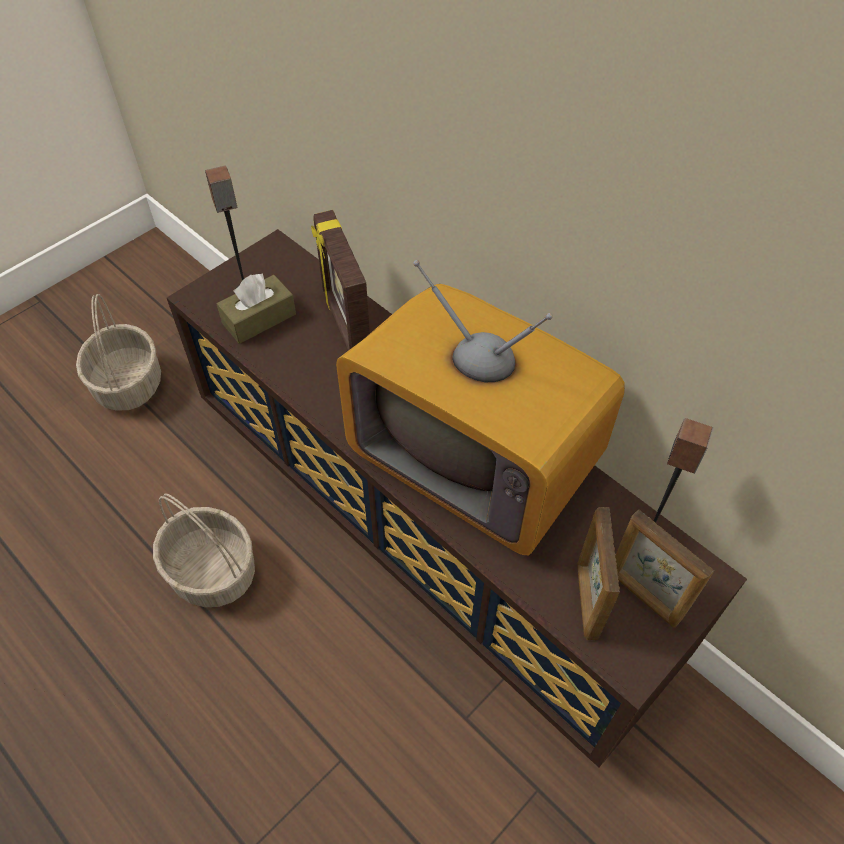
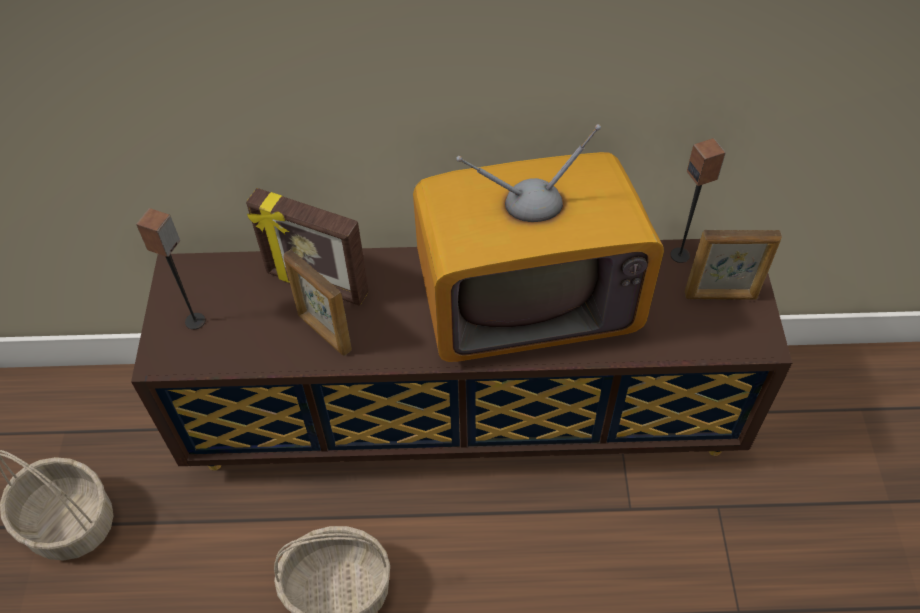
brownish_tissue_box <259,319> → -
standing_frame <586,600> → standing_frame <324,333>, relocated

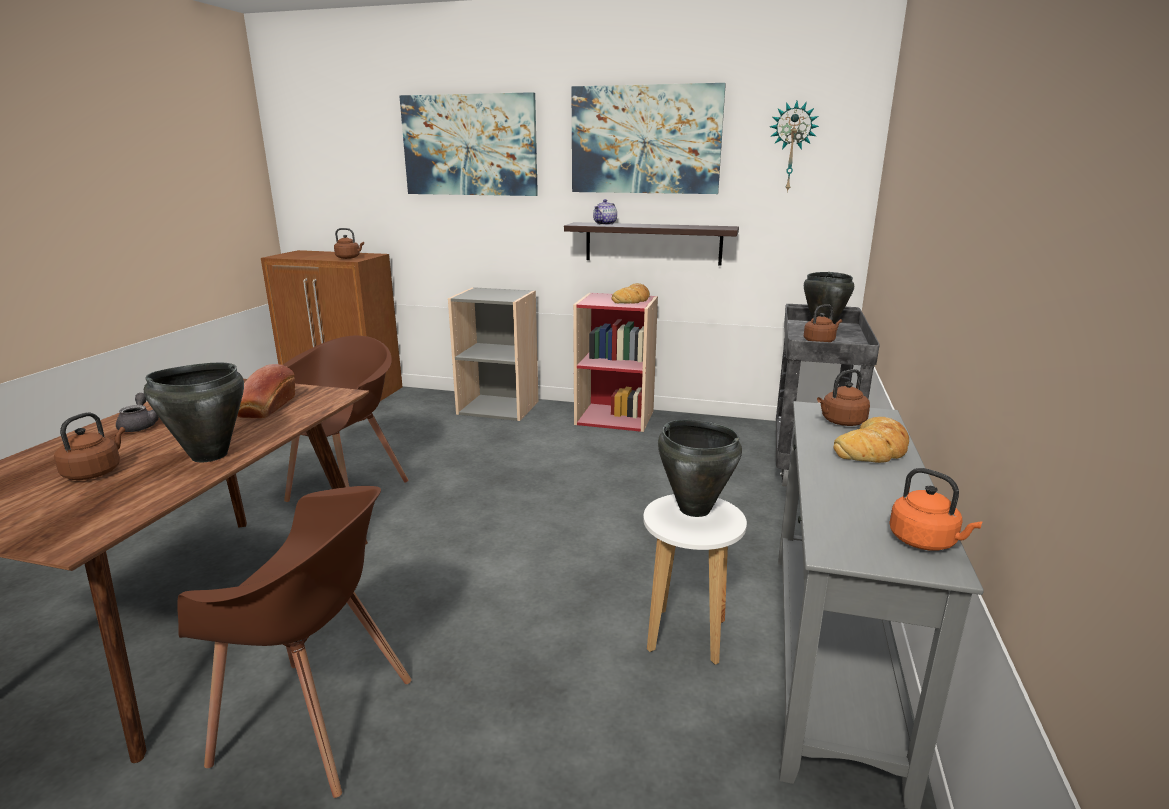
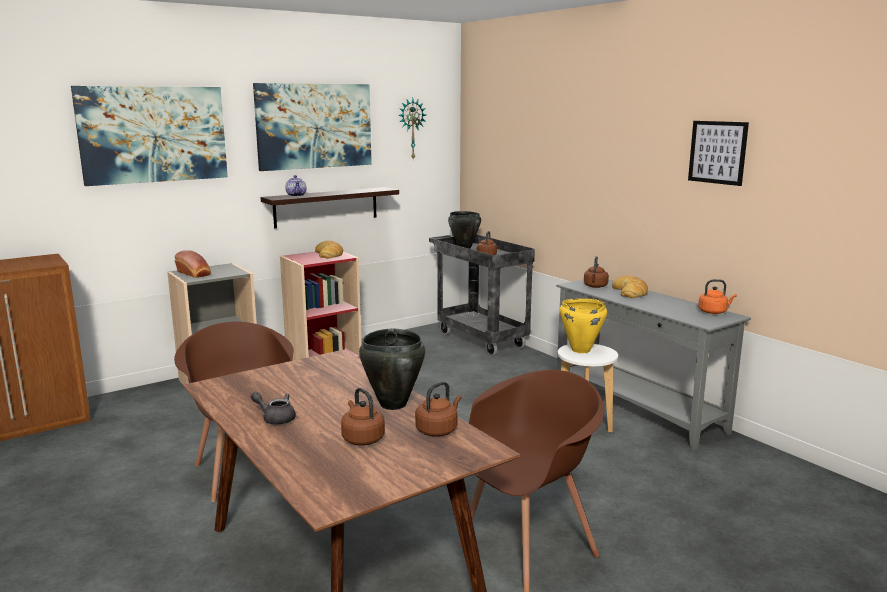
bread <266,408> → bread <194,274>, relocated
brownish_tea_kettle <349,258> → brownish_tea_kettle <438,430>, relocated
black-coloured_cooking_pot <694,508> → yellow_cooking_pot <580,350>
- → picture <717,152>

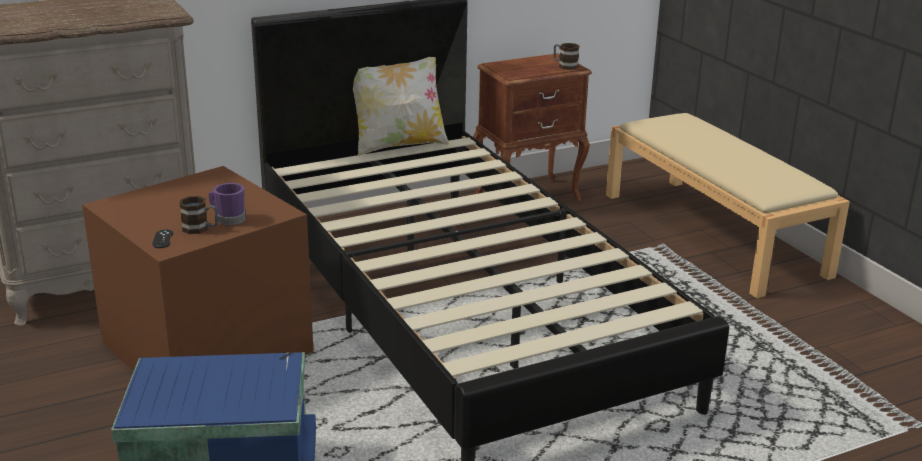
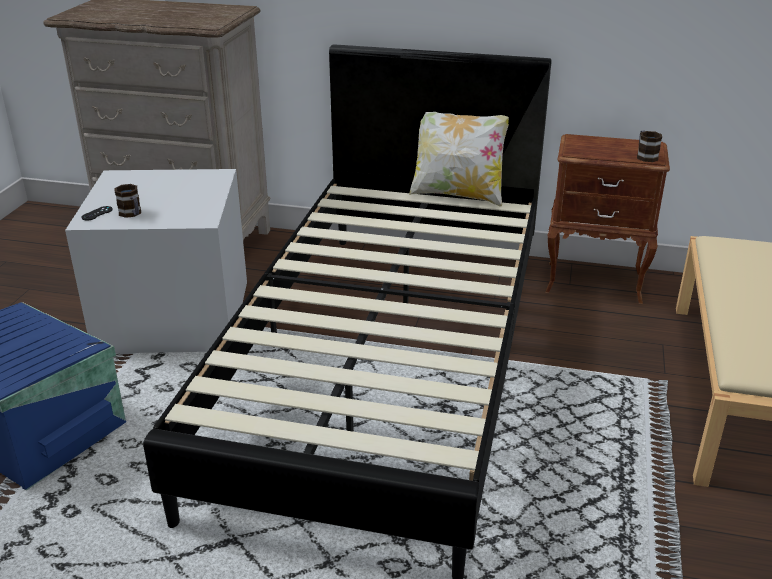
brownish_storage_container <203,347> → greyish_storage_container <172,314>
purplish_tea_mug <228,218> → -

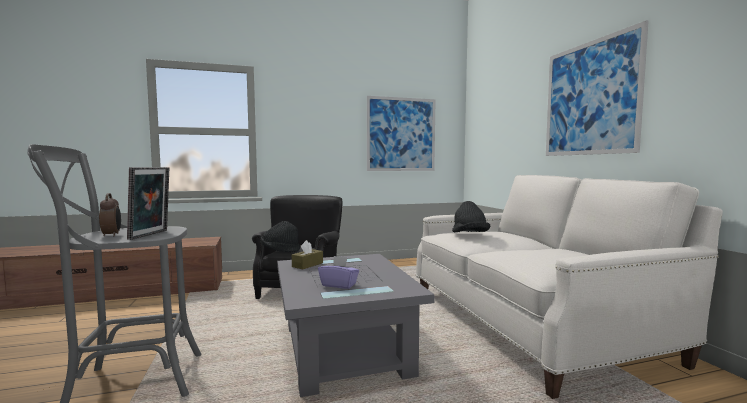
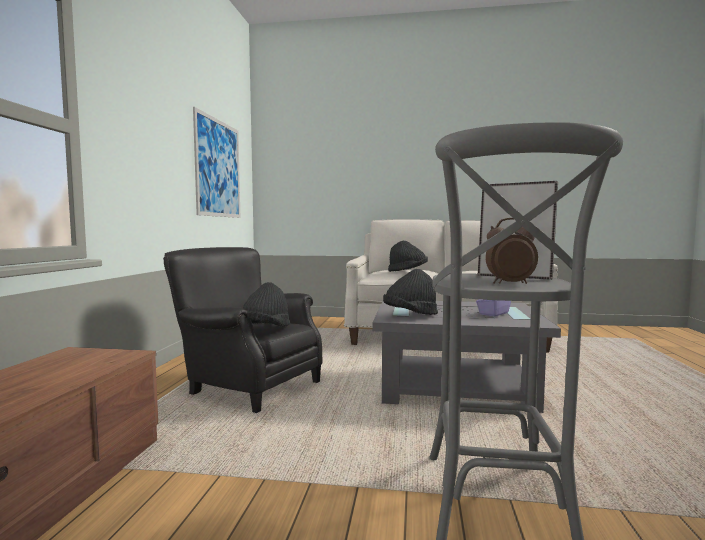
brownish_tissue_box <307,265> → black-coloured_clothing_hat <410,315>
picture <589,98> → -

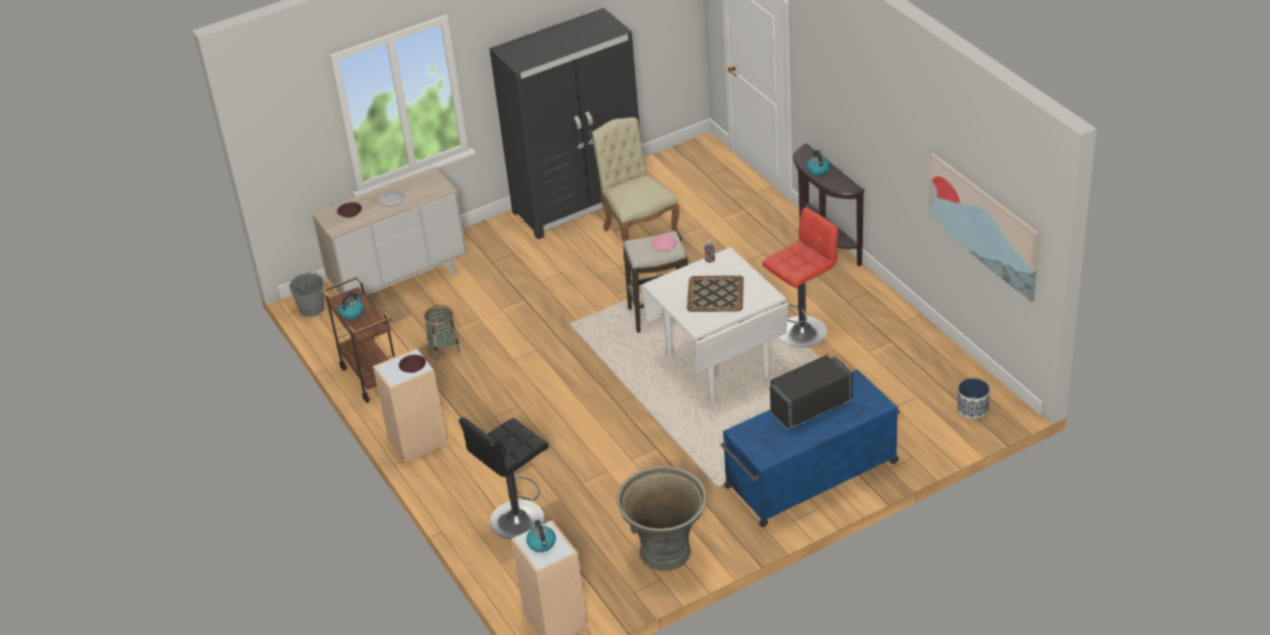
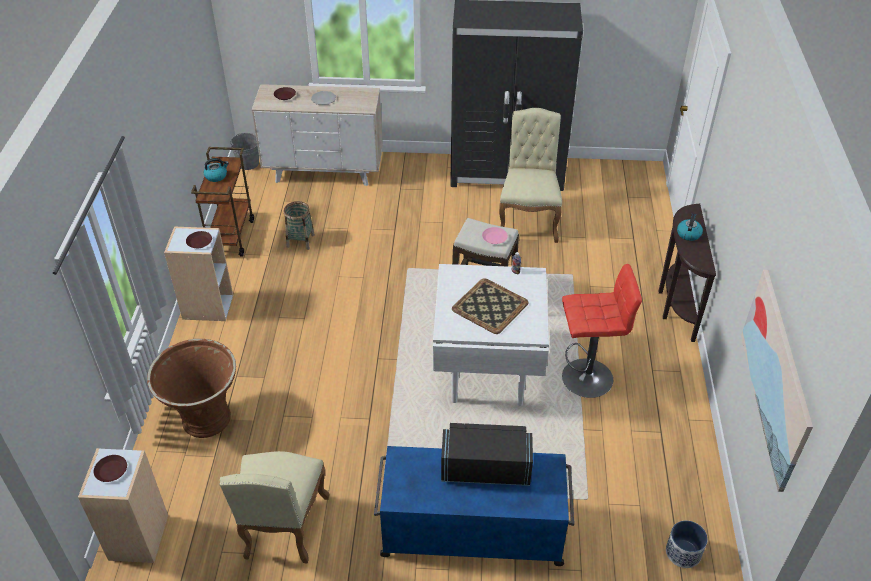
black-coloured_sitting_stool <516,520> → brownish_planter <205,419>
tea_kettle <542,544> → brownish_plate <111,470>
greyish_planter <666,553> → beige-coloured_plain_chair <282,529>

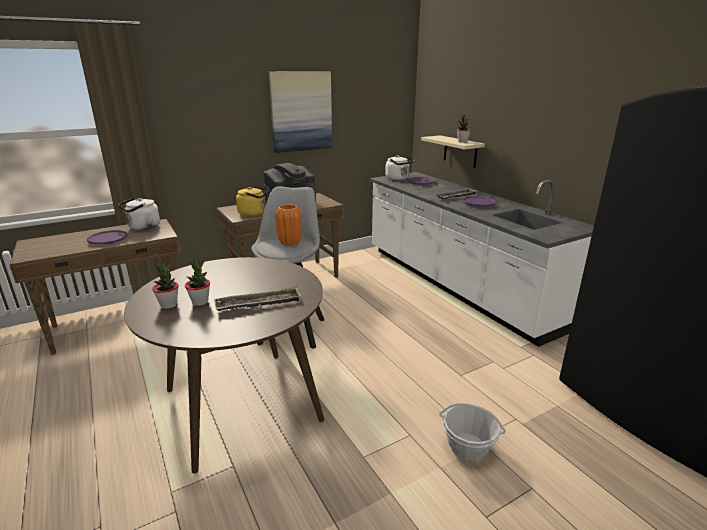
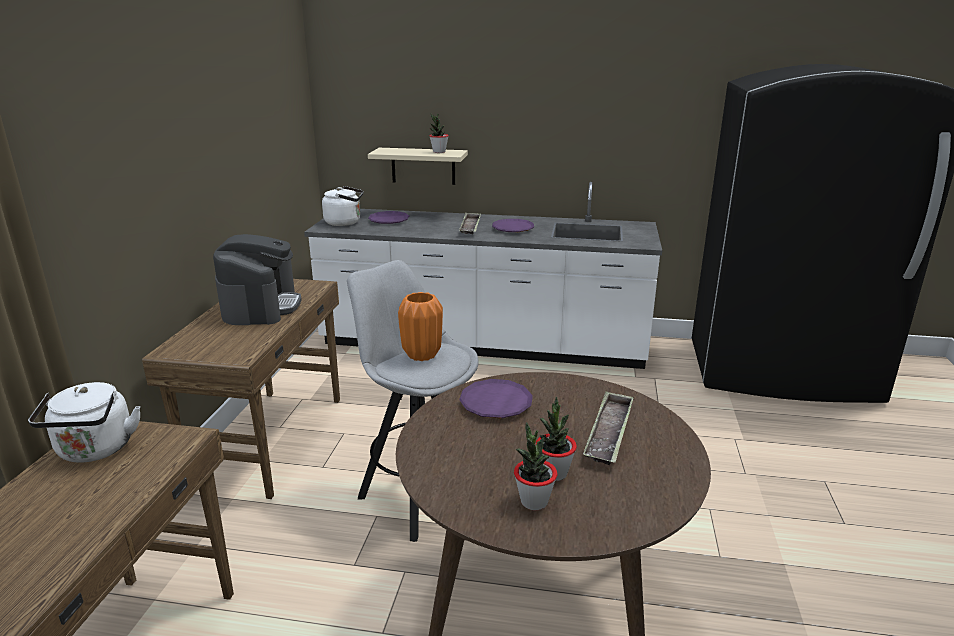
purplish_plate <108,240> → purplish_plate <496,403>, relocated
yellow_tea_kettle <254,213> → -
picture <301,111> → -
storage_basket <468,446> → -

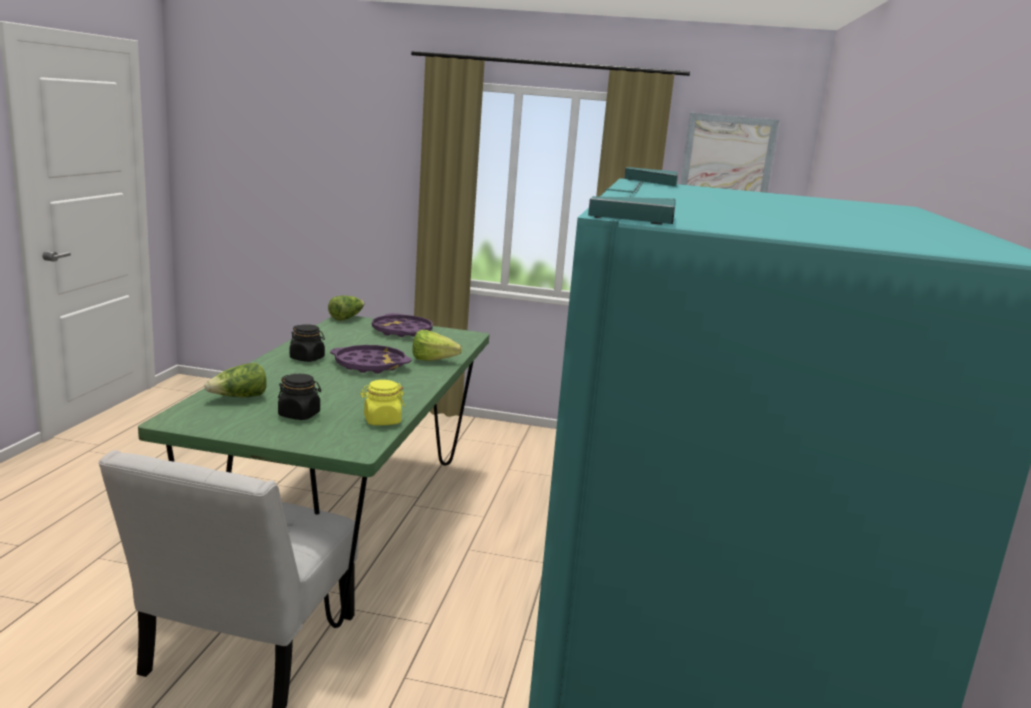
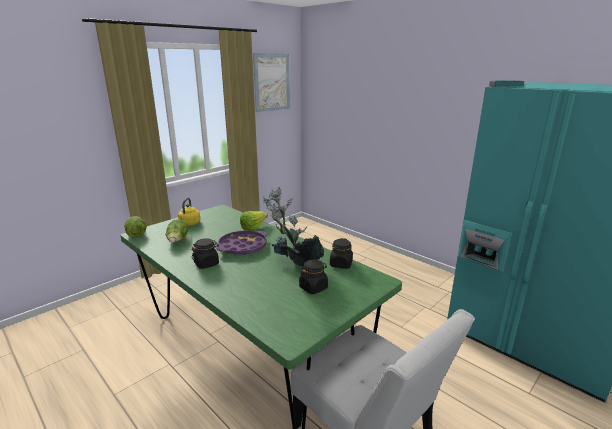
lettuce_head <239,397> → lettuce_head <178,240>, relocated
yellow_preserve_jar <382,421> → black-coloured_preserve_jar <341,264>
purplish_carrying_tray <402,331> → yellow_tea_kettle <189,224>
- → potted_plant <293,267>

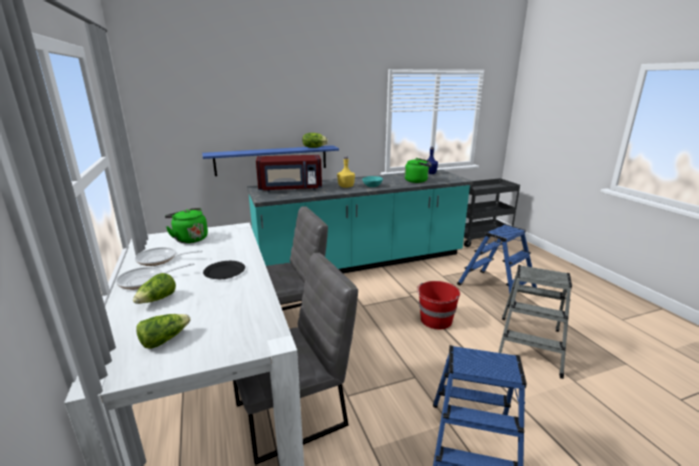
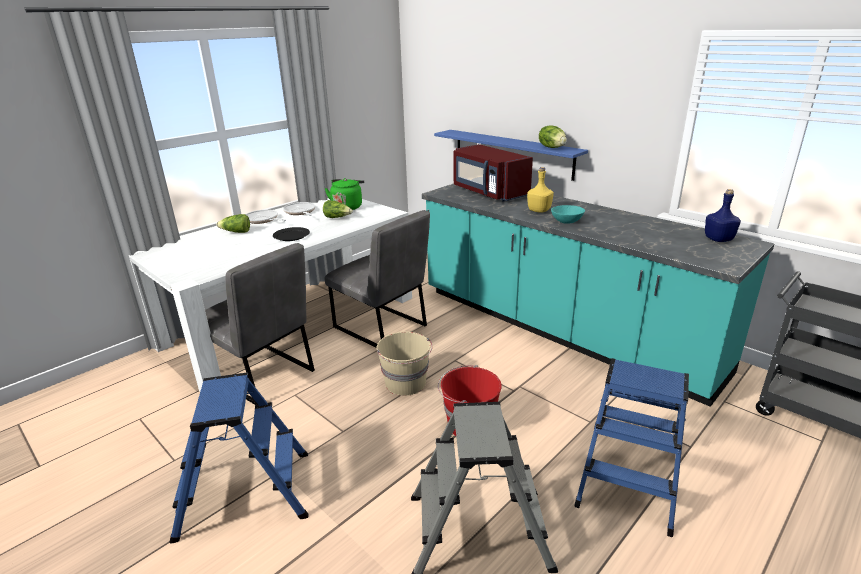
lettuce_head <164,340> → lettuce_head <337,217>, relocated
green-coloured_tea_kettle <417,181> → -
- → beige-coloured_water_bucket <406,383>

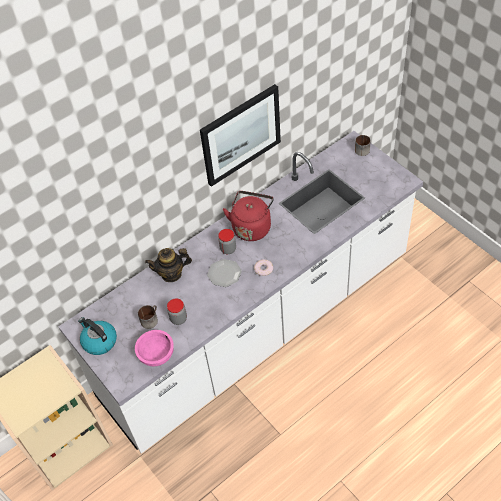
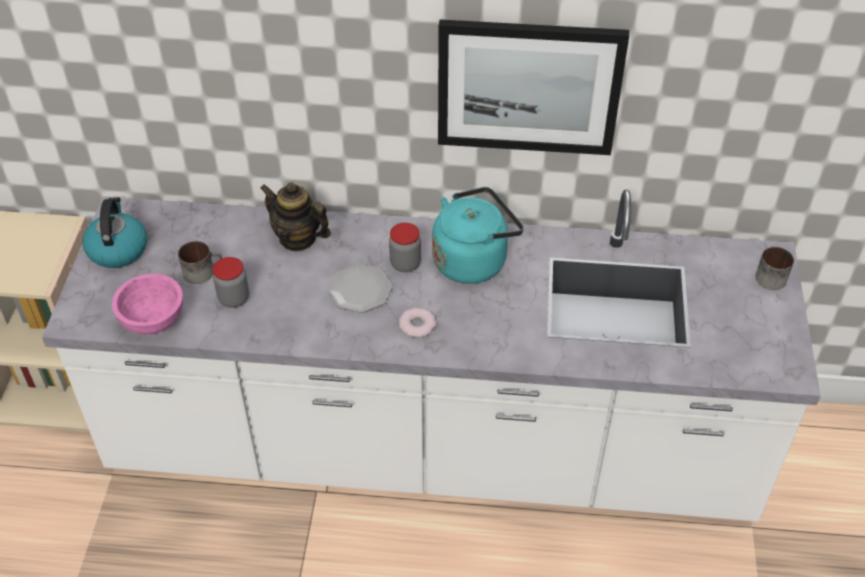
reddish_tea_kettle <252,227> → blue-green_tea_kettle <473,260>

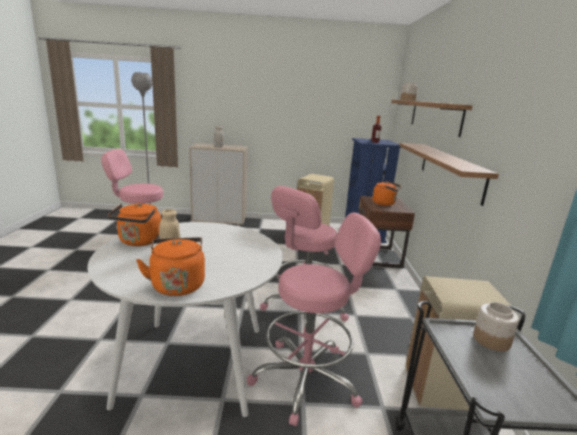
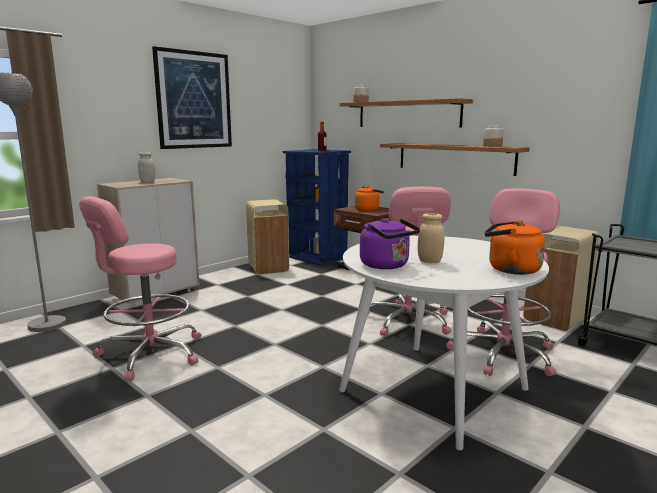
orangey_tea_kettle <140,242> → purplish_tea_kettle <387,265>
preserve_jar <491,340> → preserve_jar <492,146>, relocated
- → picture <194,100>

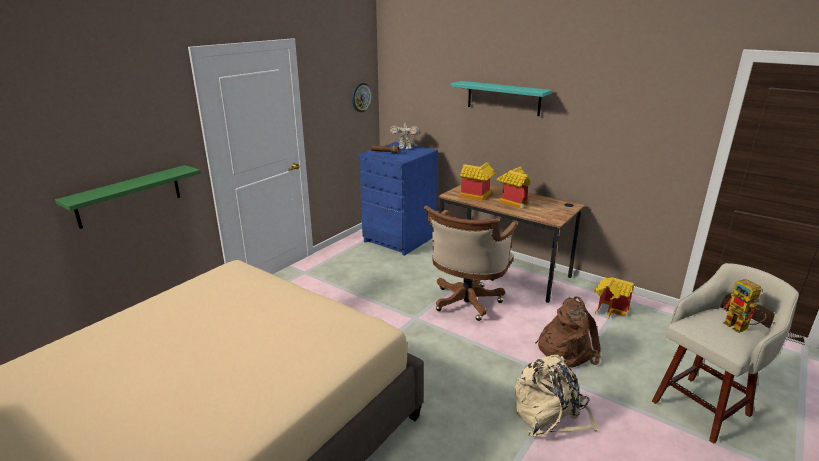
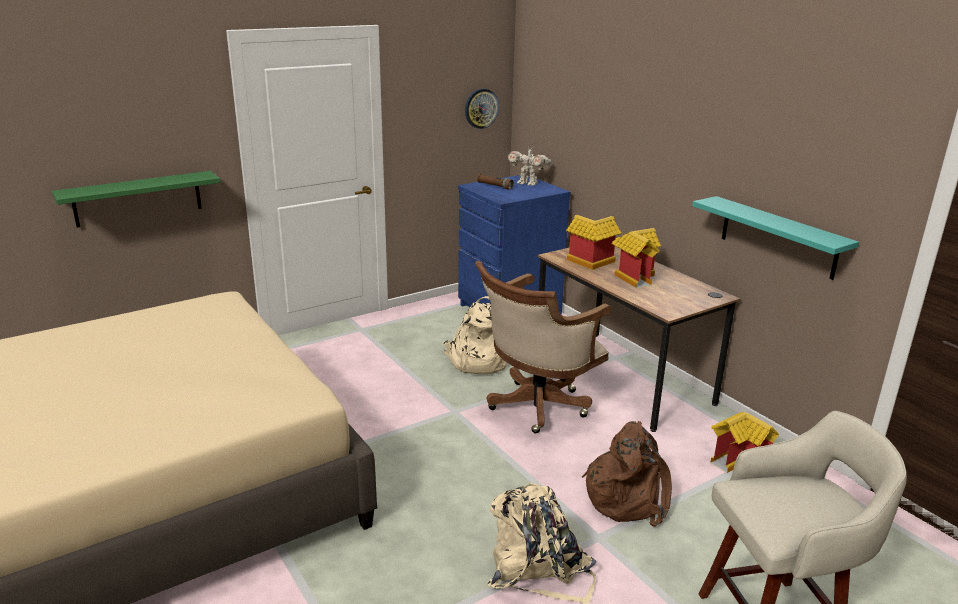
blue-green_bracket_shelf <503,98> → blue-green_bracket_shelf <778,237>, relocated
robot_figure <740,328> → -
- → beige-coloured_rucksack <477,361>

